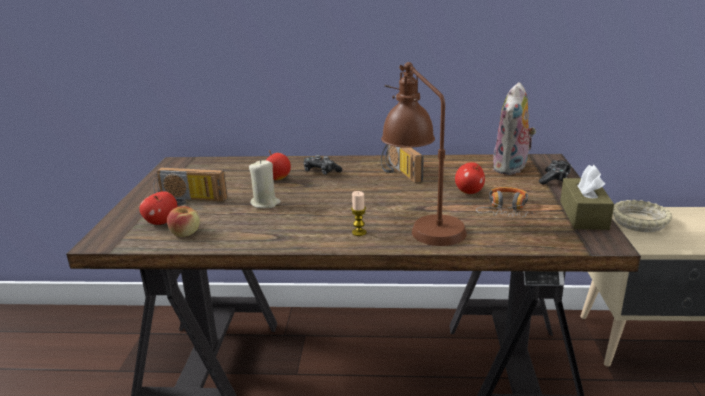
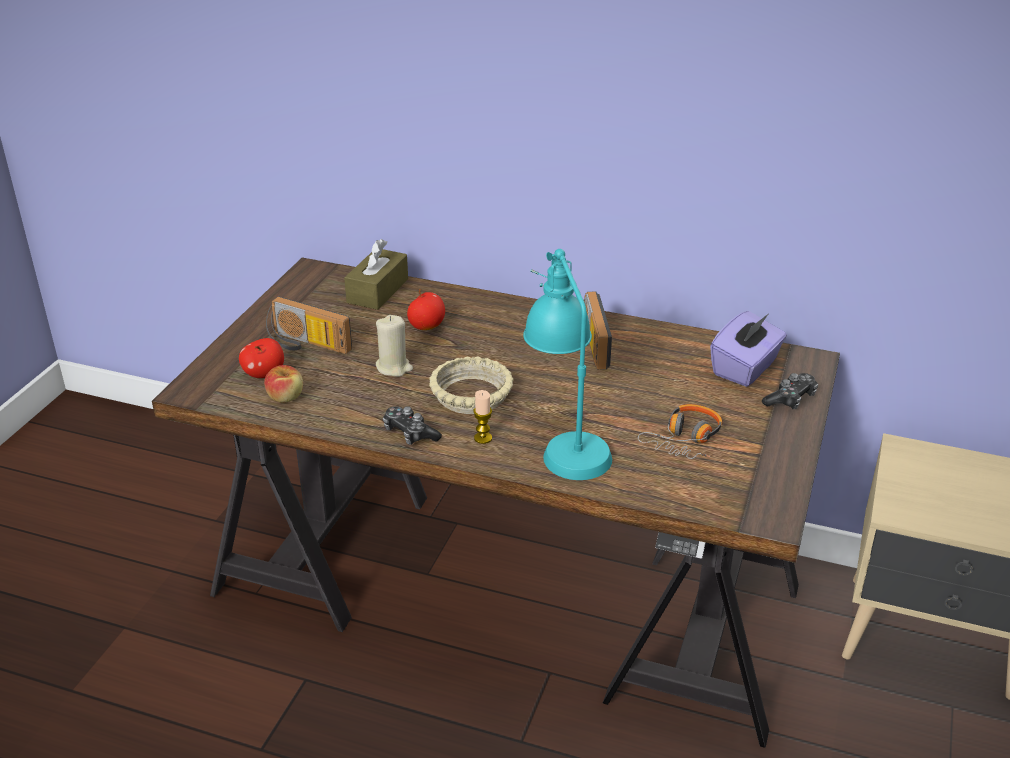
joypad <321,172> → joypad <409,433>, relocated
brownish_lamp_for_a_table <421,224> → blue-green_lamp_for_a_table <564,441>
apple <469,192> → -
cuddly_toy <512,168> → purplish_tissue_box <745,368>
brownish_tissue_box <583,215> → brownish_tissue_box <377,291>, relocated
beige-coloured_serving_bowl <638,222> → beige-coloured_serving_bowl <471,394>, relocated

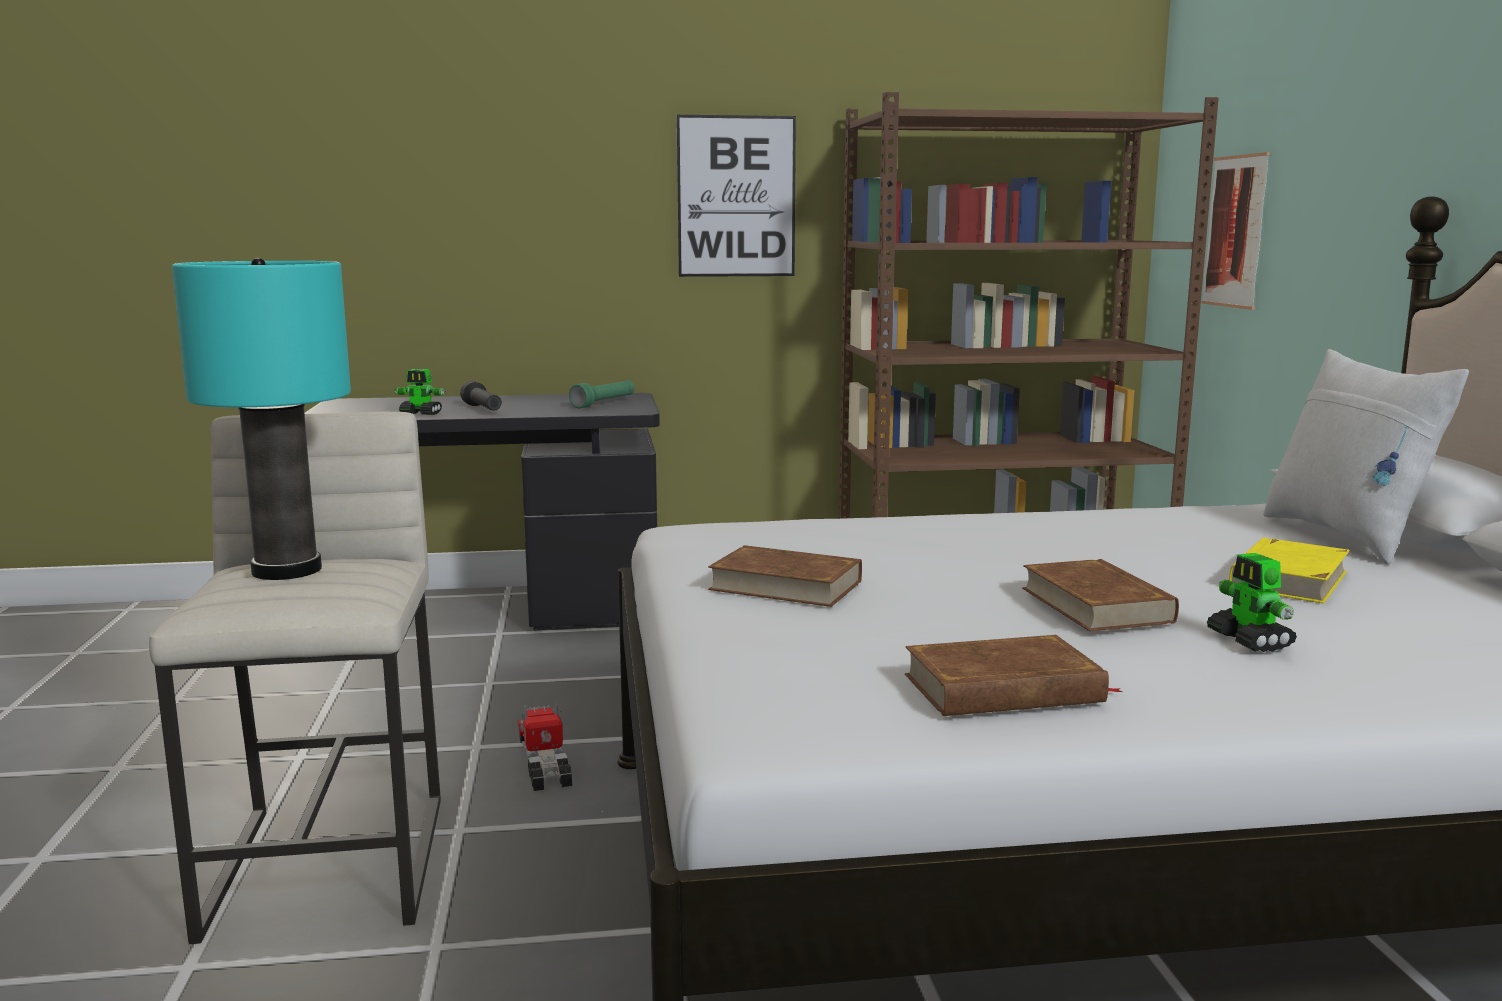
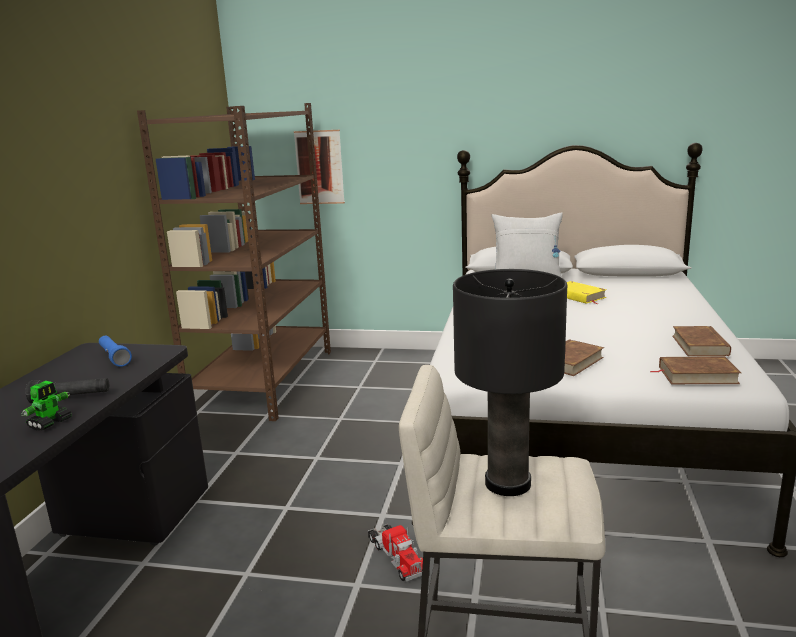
blue-green_lamp_for_a_table <286,570> → black-coloured_lamp_for_a_table <507,483>
toy_truck <544,761> → toy_truck <396,556>, 120 degrees counterclockwise
green-coloured_hand_torch <604,403> → blue_hand_torch <114,357>
picture <736,197> → -
brownish_volume <1096,605> → brownish_volume <697,375>, relocated
robot_figure <1250,641> → -

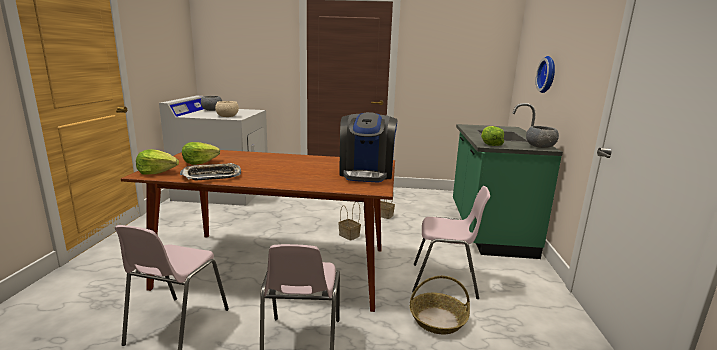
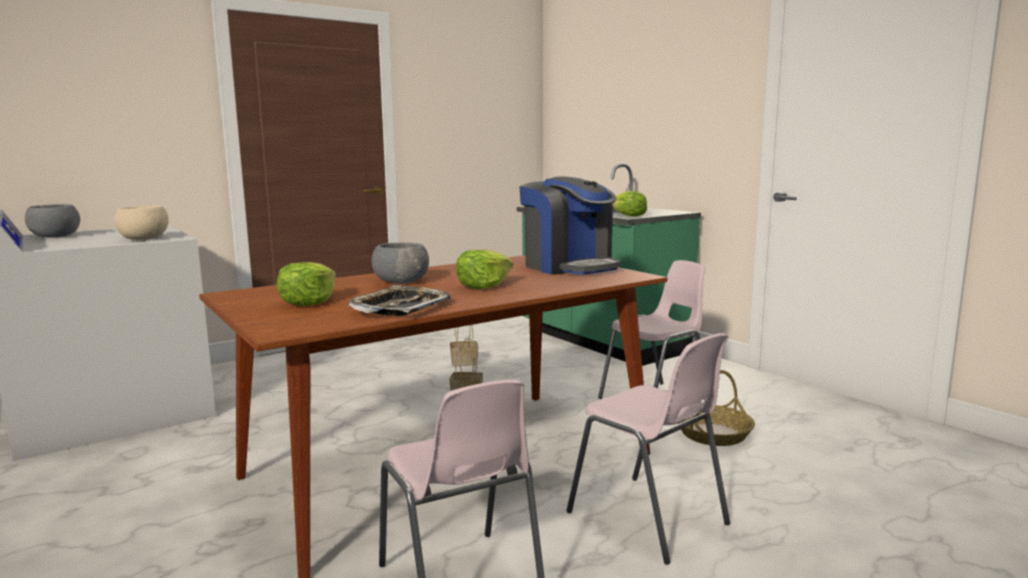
lettuce_head <157,172> → lettuce_head <483,286>, relocated
greyish_serving_bowl <540,147> → greyish_serving_bowl <401,282>, relocated
hanging_clock <548,74> → -

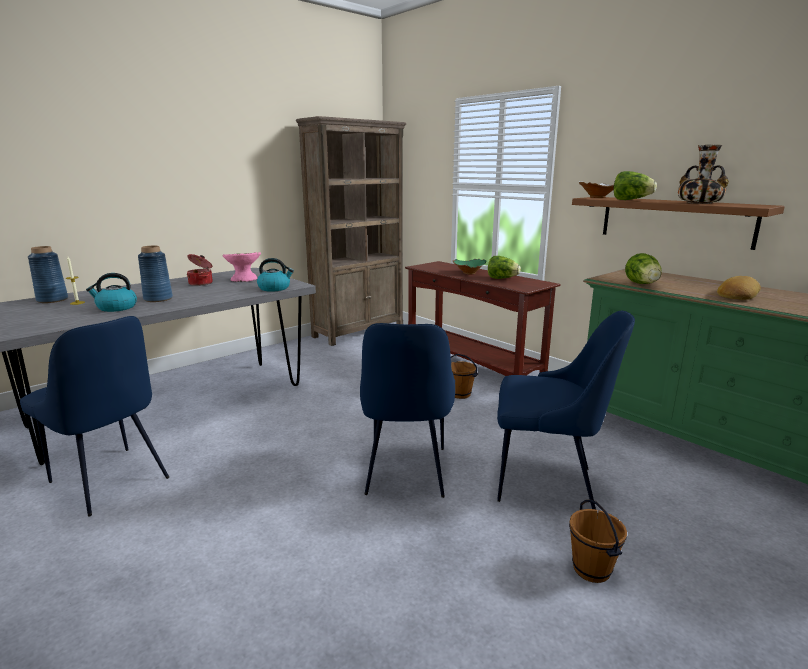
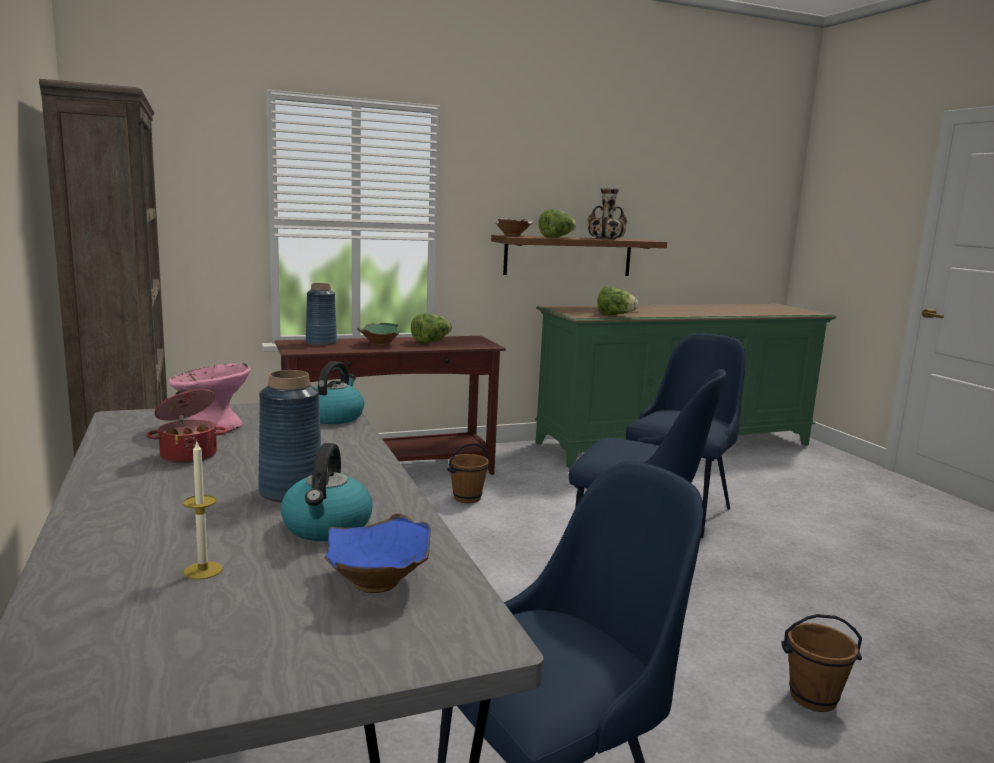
blue_vase <52,300> → blue_vase <321,343>, relocated
brownish_water_bucket <590,569> → brownish_water_bucket <813,699>, relocated
bread <737,294> → -
- → blue_serving_bowl <380,582>

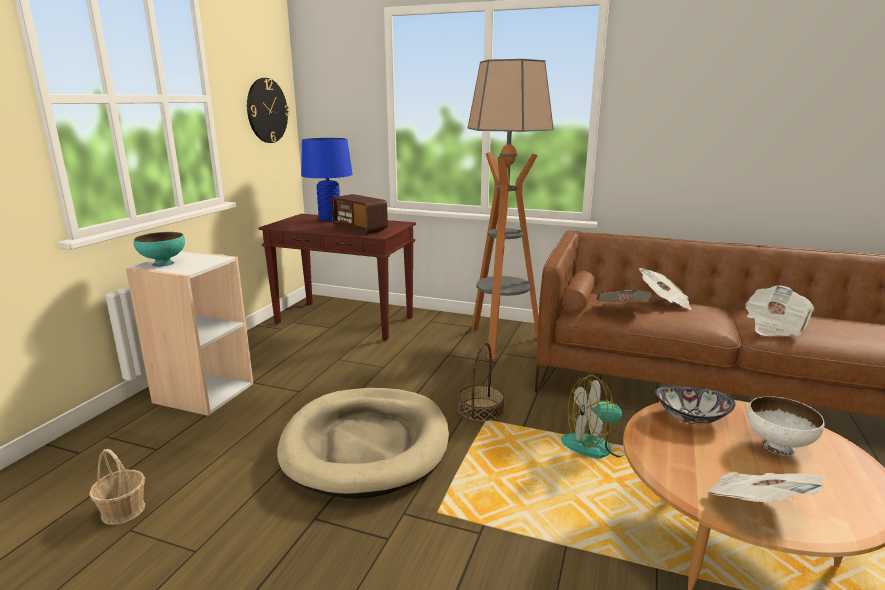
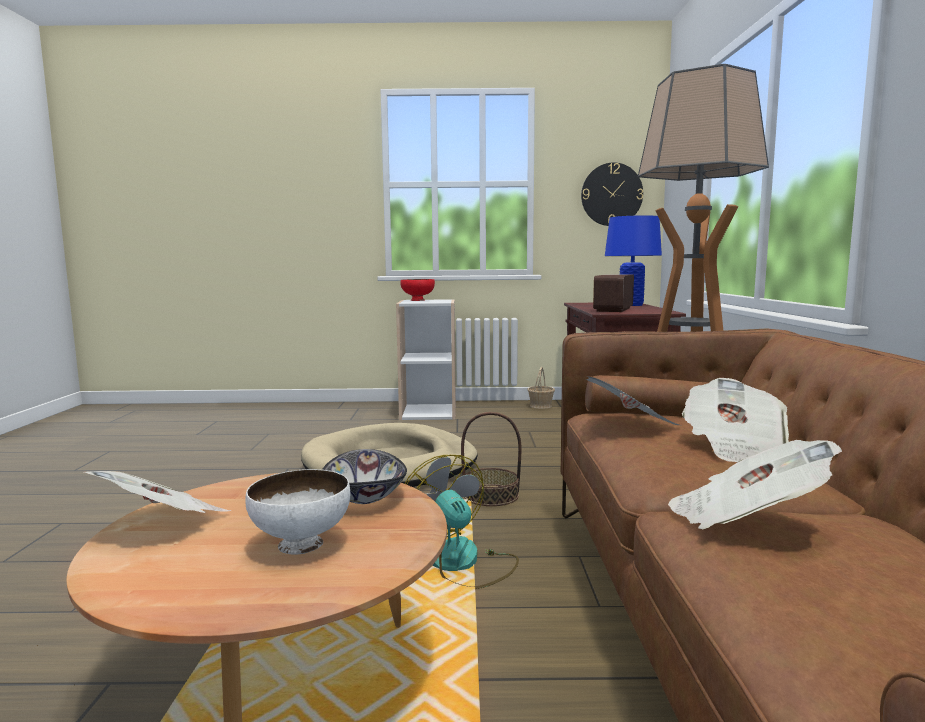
storage_basket <123,510> → storage_basket <541,406>, relocated
blue-green_serving_bowl <163,263> → reddish_serving_bowl <418,300>

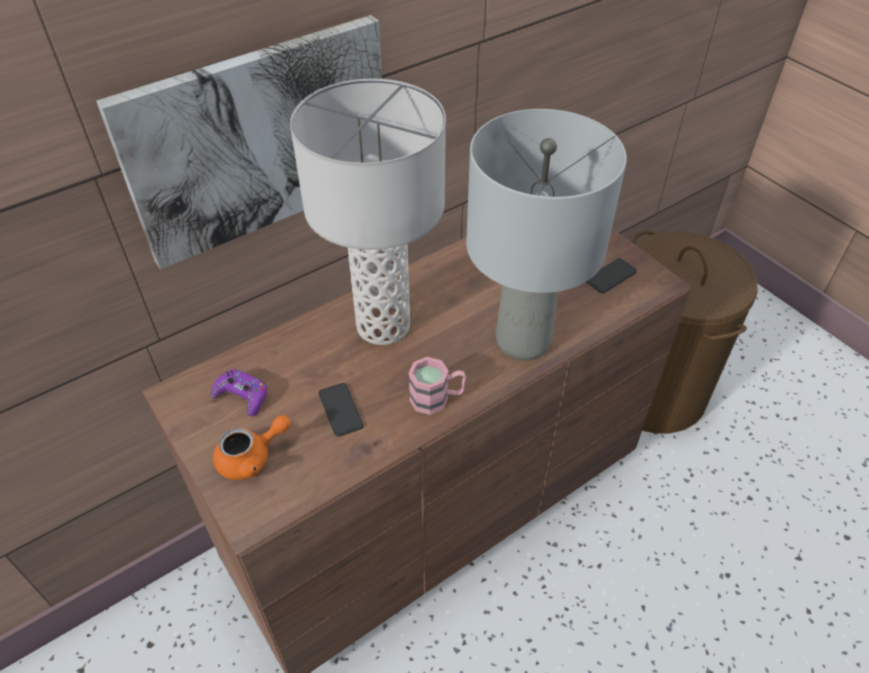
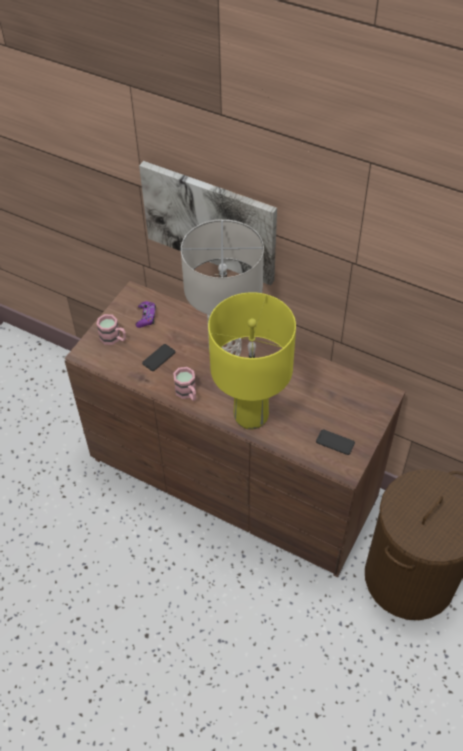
orangey_pot_for_tea <252,458> → pink-coloured_tea_mug <113,338>
greyish_lamp_for_a_table <522,342> → yellow_lamp_for_a_table <250,416>

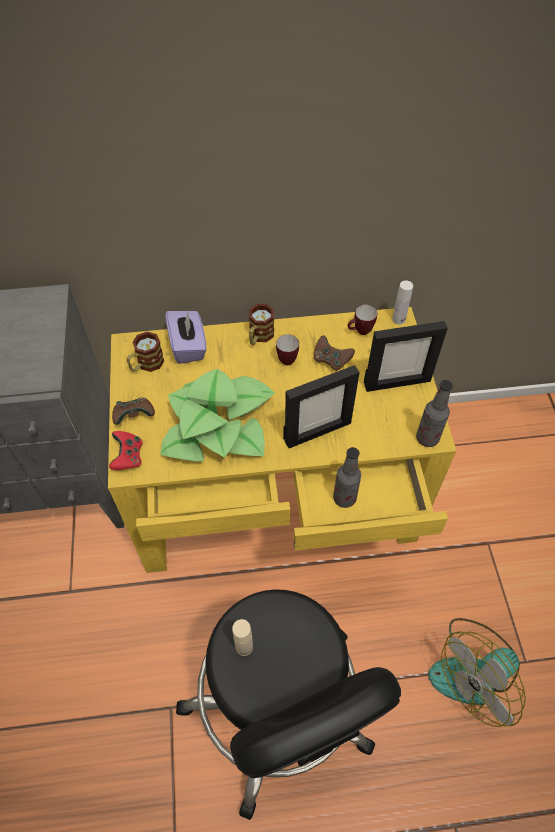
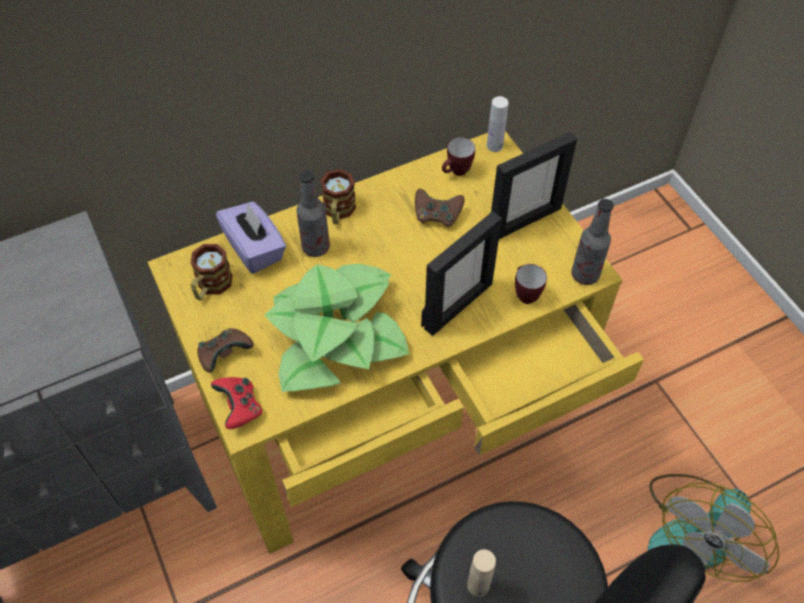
tea_mug <286,358> → tea_mug <524,294>, relocated
drink_bottle <344,498> → drink_bottle <316,247>, relocated

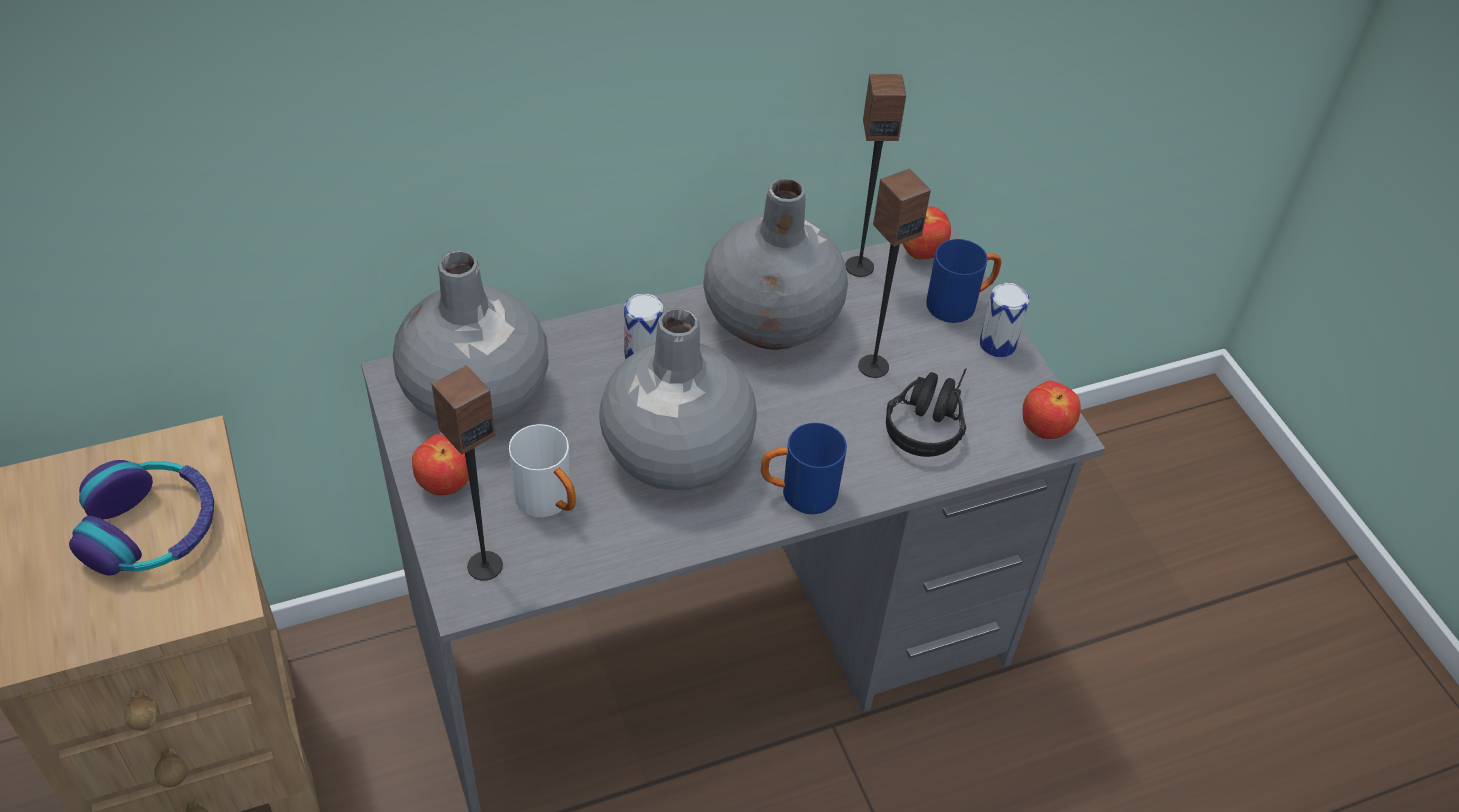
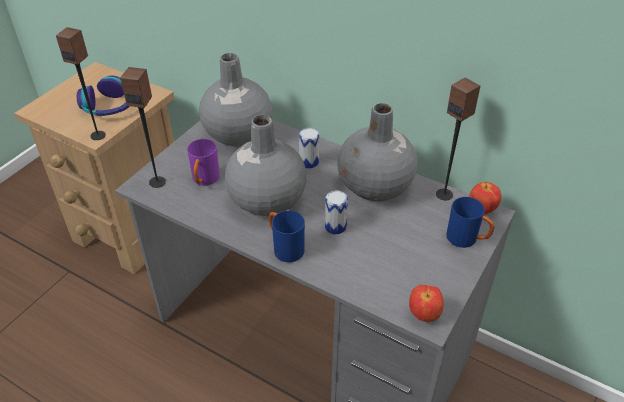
apple <446,485> → -
white_tea_mug <550,503> → purplish_tea_mug <204,181>
speaker <873,366> → speaker <98,135>, relocated
black-coloured_headphones <928,419> → -
sealed_can <997,344> → sealed_can <335,227>, relocated

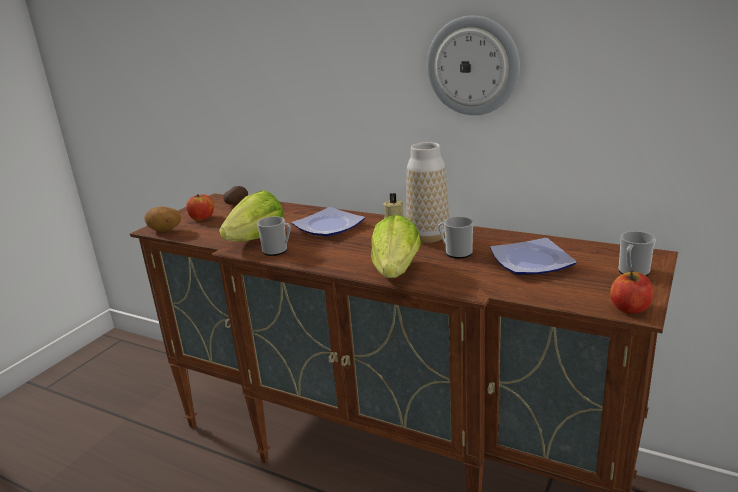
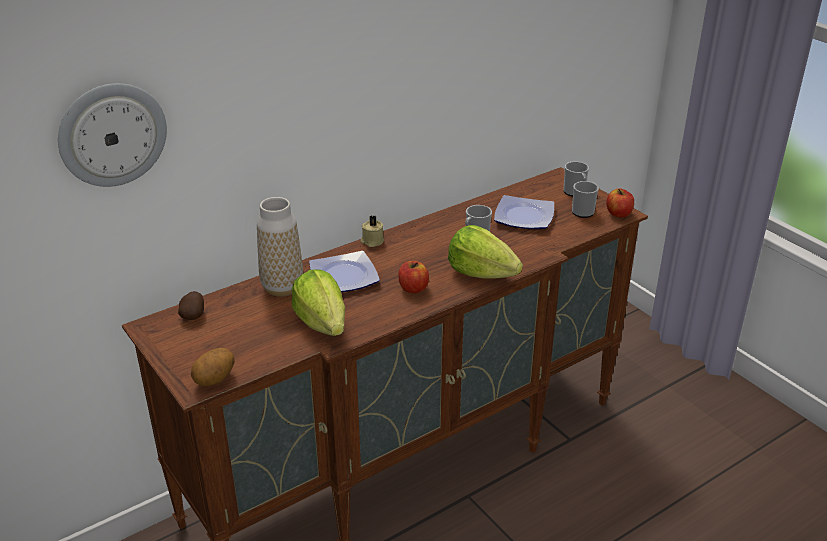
apple <202,218> → apple <413,288>, relocated
tea_mug <277,250> → tea_mug <584,211>, relocated
vase <428,237> → vase <282,288>, relocated
hanging_clock <473,66> → hanging_clock <112,134>, relocated

